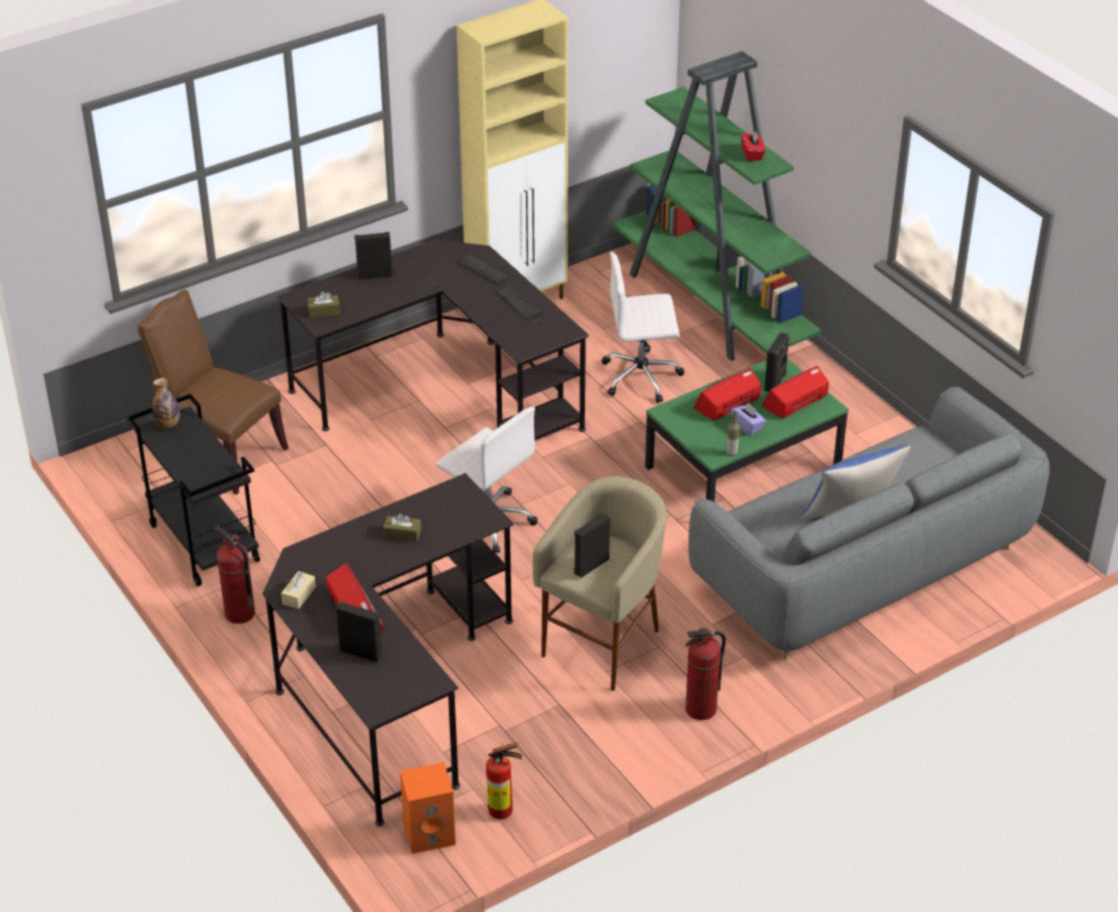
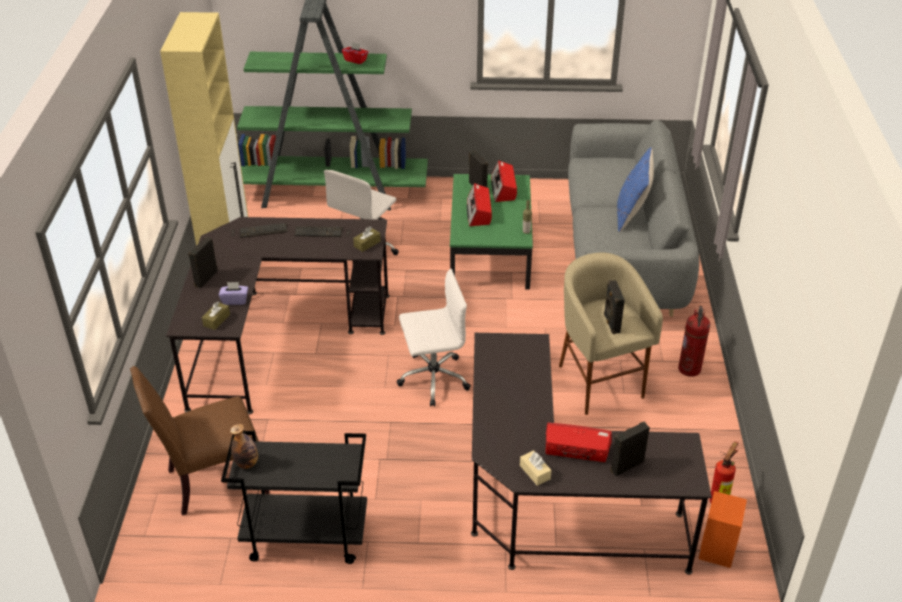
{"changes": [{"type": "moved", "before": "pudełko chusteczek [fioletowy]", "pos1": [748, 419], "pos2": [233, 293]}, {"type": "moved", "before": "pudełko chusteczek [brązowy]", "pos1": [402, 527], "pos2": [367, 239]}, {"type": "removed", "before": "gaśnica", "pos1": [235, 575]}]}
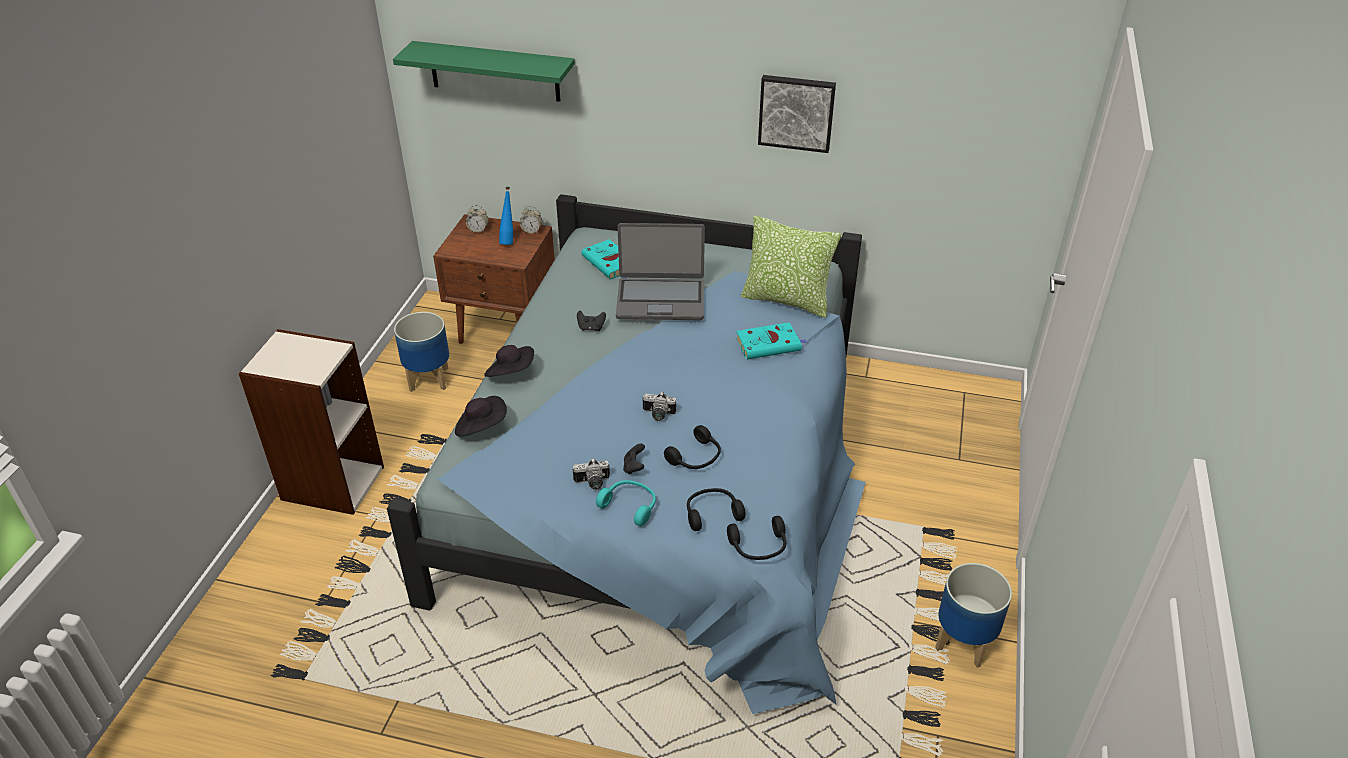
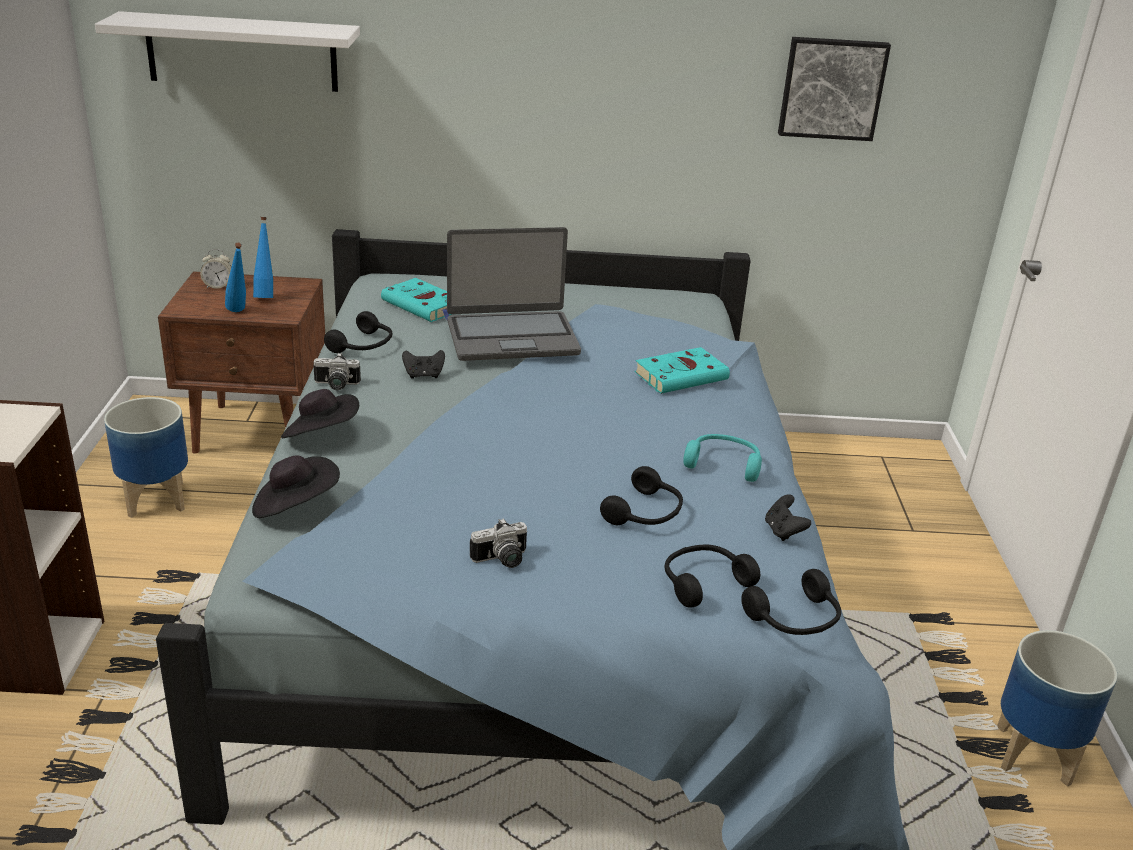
{"changes": [{"type": "recoloured", "before": "półka [zielony]", "after": "półka [biały]", "pos1": [484, 71], "pos2": [227, 51]}, {"type": "moved", "before": "obraz", "pos1": [797, 114], "pos2": [834, 89]}, {"type": "removed", "before": "budzik", "pos1": [531, 220]}, {"type": "removed", "before": "poduszka", "pos1": [791, 266]}, {"type": "moved", "before": "aparat fotograficzny", "pos1": [659, 406], "pos2": [337, 371]}, {"type": "moved", "before": "pad do gier [czarny]", "pos1": [634, 459], "pos2": [788, 517]}, {"type": "moved", "before": "słuchawki [turkusowy]", "pos1": [626, 503], "pos2": [722, 458]}, {"type": "added", "after": "butelka [niebieski]", "pos2": [235, 277]}, {"type": "added", "after": "słuchawki [czarny]", "pos2": [358, 332]}]}
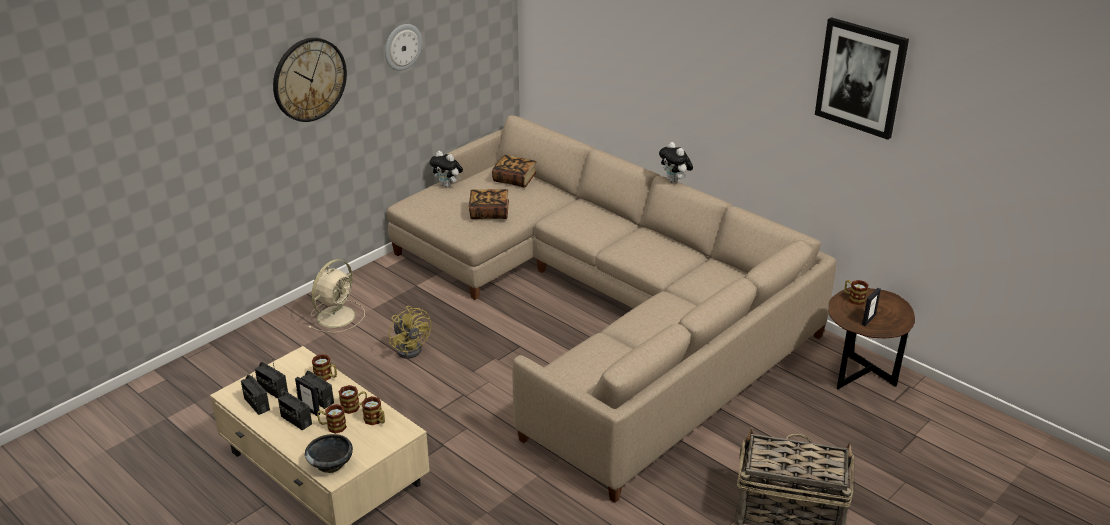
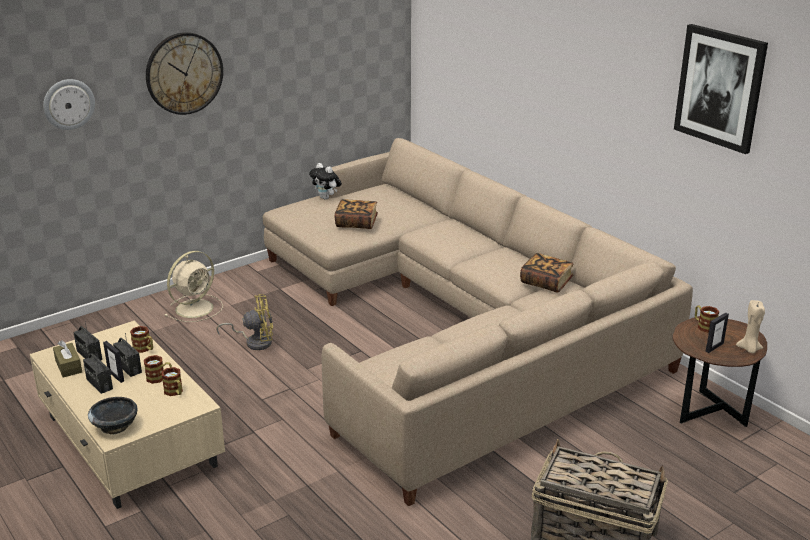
{"changes": [{"type": "moved", "before": "zegar ścienny", "pos1": [403, 47], "pos2": [69, 104]}, {"type": "removed", "before": "pluszak", "pos1": [676, 162]}, {"type": "moved", "before": "książka", "pos1": [514, 171], "pos2": [546, 273]}, {"type": "turned", "before": "wentylator [żółty]", "pos1": [410, 332], "pos2": [244, 322], "turn": -75}, {"type": "replaced", "before": "radio", "after": "pudełko chusteczek [brązowy]", "pos1": [255, 394], "pos2": [67, 359]}, {"type": "removed", "before": "kubek", "pos1": [332, 419]}, {"type": "added", "after": "świeca [beżowy]", "pos2": [750, 326]}]}
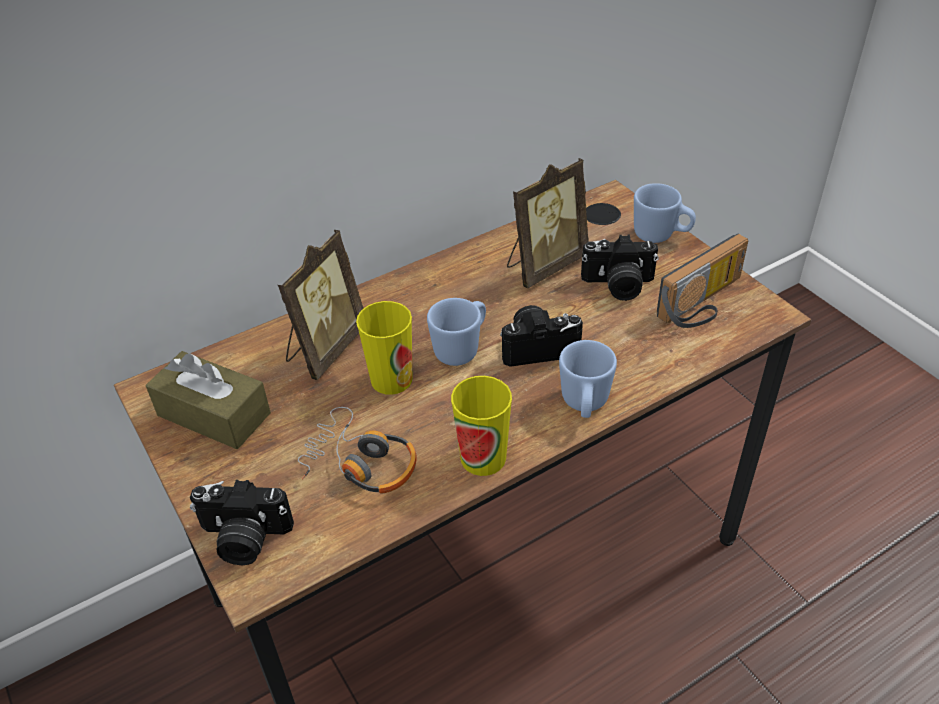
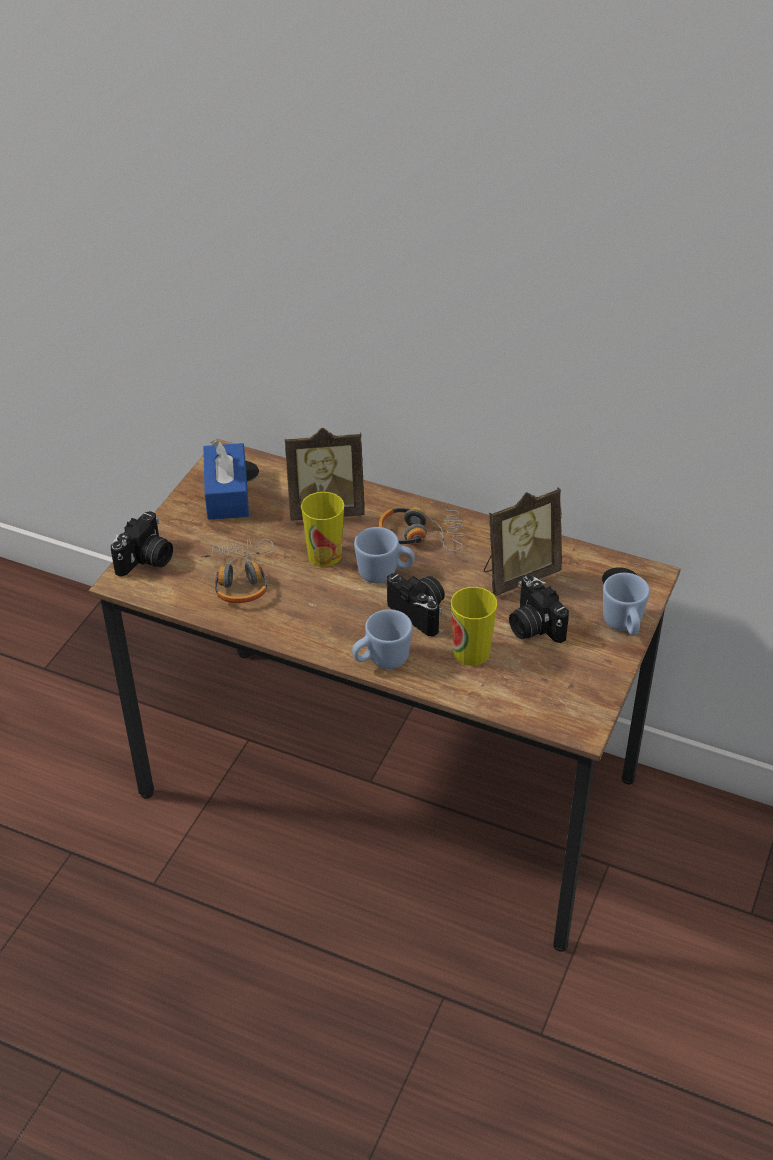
{"changes": [{"type": "turned", "before": "ramka na zdjęcie", "pos1": [548, 223], "pos2": [523, 541], "turn": -45}, {"type": "removed", "before": "radio", "pos1": [702, 280]}, {"type": "recoloured", "before": "pudełko chusteczek [brązowy]", "after": "pudełko chusteczek [niebieski]", "pos1": [208, 400], "pos2": [226, 480]}, {"type": "moved", "before": "filiżanka", "pos1": [481, 426], "pos2": [474, 626]}, {"type": "turned", "before": "aparat fotograficzny", "pos1": [242, 522], "pos2": [142, 544], "turn": -120}, {"type": "added", "after": "słuchawki", "pos2": [421, 527]}]}
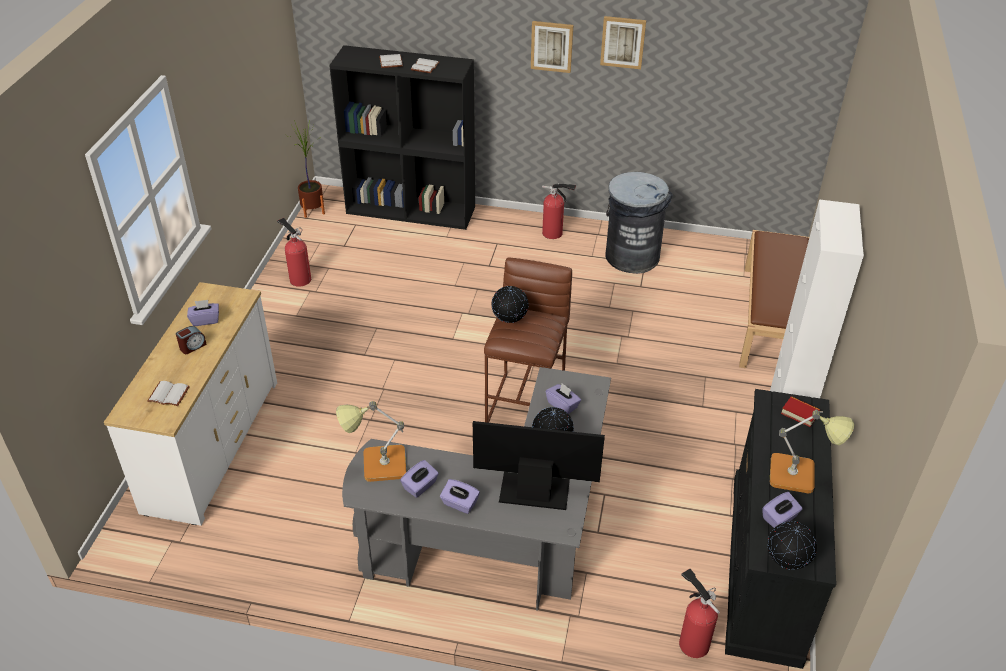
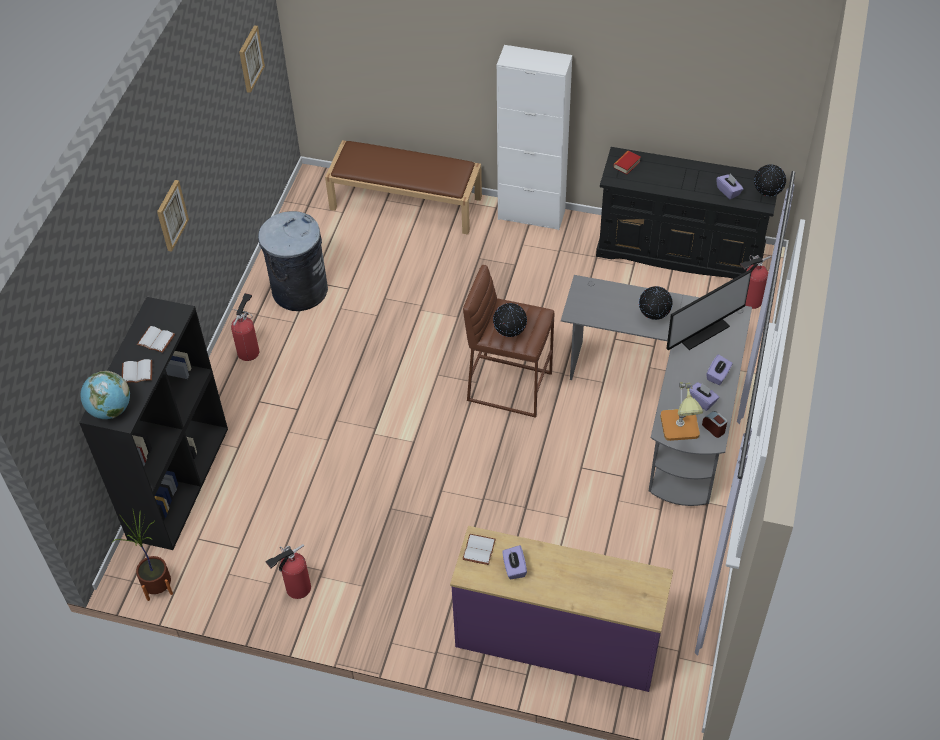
{"changes": [{"type": "moved", "before": "obraz", "pos1": [623, 42], "pos2": [252, 59]}, {"type": "recoloured", "before": "komoda [biały]", "after": "komoda [fioletowy]", "pos1": [190, 404], "pos2": [561, 609]}, {"type": "moved", "before": "budzik", "pos1": [191, 340], "pos2": [714, 424]}, {"type": "moved", "before": "książka [biały]", "pos1": [168, 393], "pos2": [479, 549]}, {"type": "removed", "before": "pudełko chusteczek [fioletowy]", "pos1": [563, 398]}, {"type": "removed", "before": "lampa stołowa", "pos1": [812, 451]}, {"type": "turned", "before": "monitor", "pos1": [539, 465], "pos2": [709, 310], "turn": -135}, {"type": "added", "after": "globus", "pos2": [105, 395]}]}
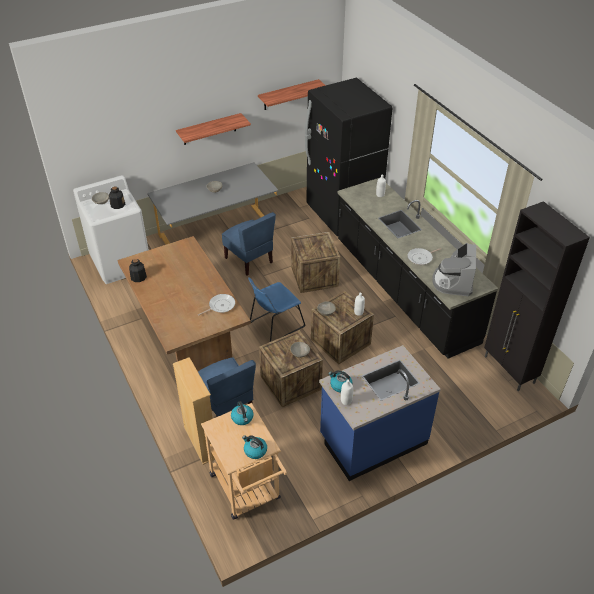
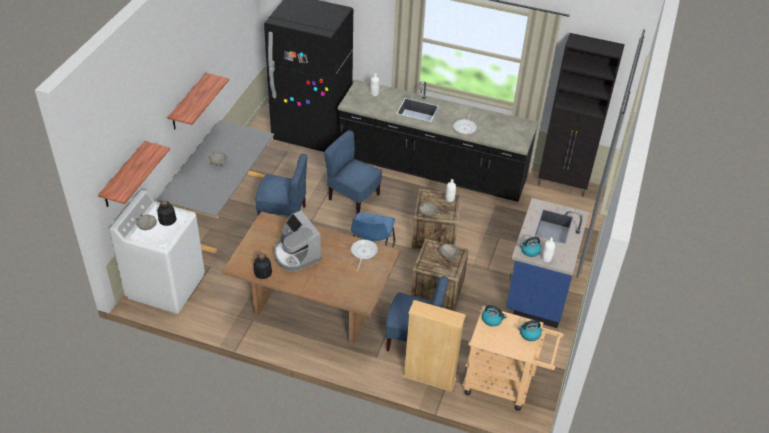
{"changes": [{"type": "moved", "before": "półka", "pos1": [292, 94], "pos2": [134, 174]}, {"type": "replaced", "before": "skrzynka", "after": "krzesło [niebieski]", "pos1": [315, 262], "pos2": [353, 171]}, {"type": "moved", "before": "ekspres do kawy", "pos1": [454, 269], "pos2": [298, 241]}]}
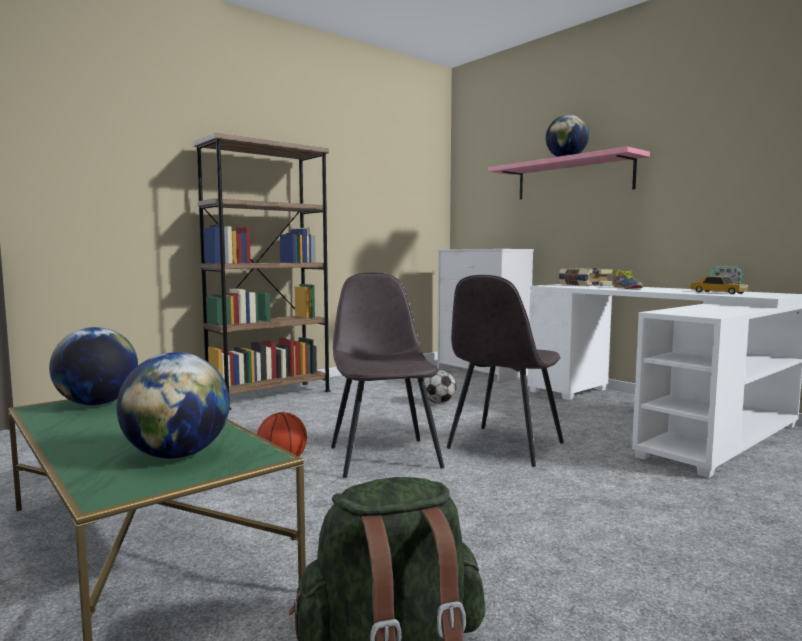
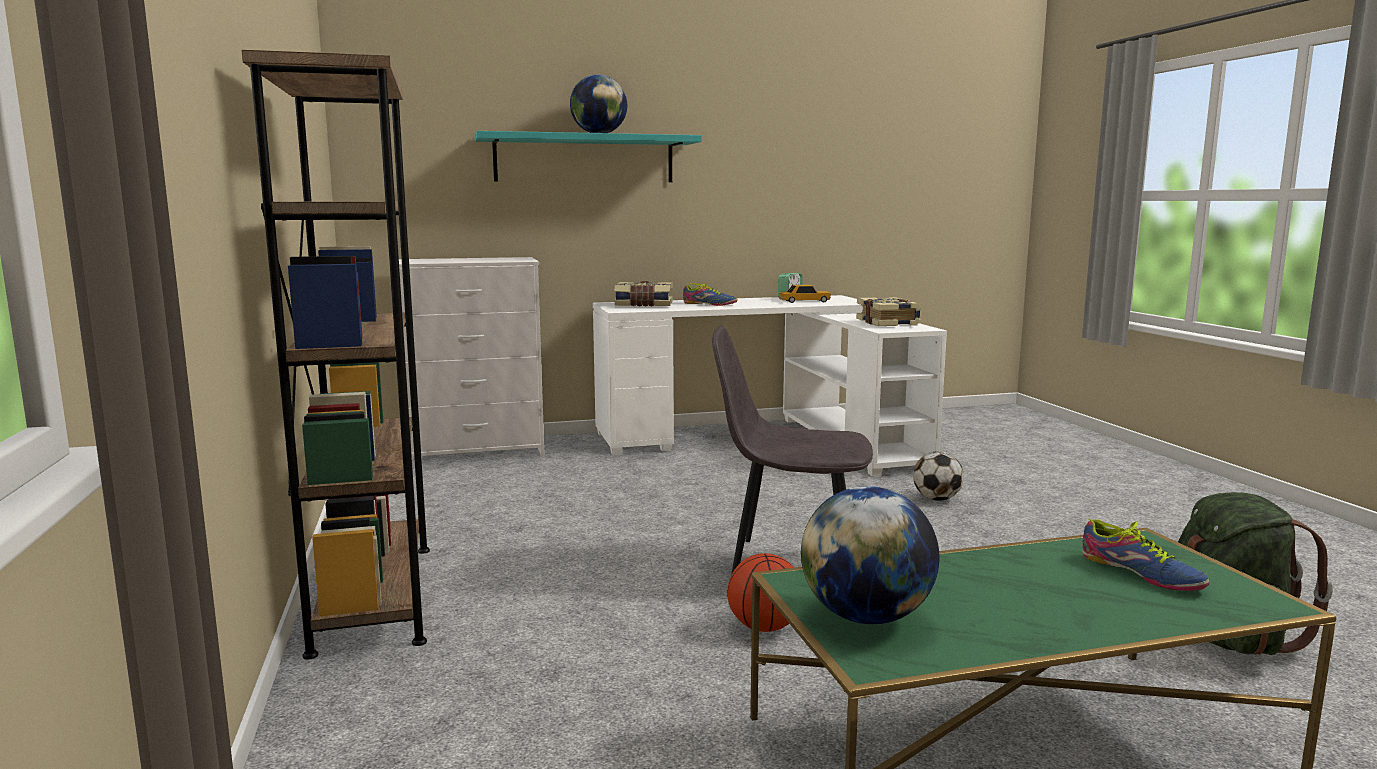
{"changes": [{"type": "recoloured", "before": "półka [różowy]", "after": "półka [turkusowy]", "pos1": [569, 173], "pos2": [588, 156]}, {"type": "removed", "before": "krzesło [szary]", "pos1": [505, 371]}, {"type": "replaced", "before": "globus", "after": "but", "pos1": [173, 405], "pos2": [1145, 555]}, {"type": "moved", "before": "piłka futbolowa", "pos1": [440, 386], "pos2": [938, 476]}, {"type": "added", "after": "książka", "pos2": [888, 311]}]}
